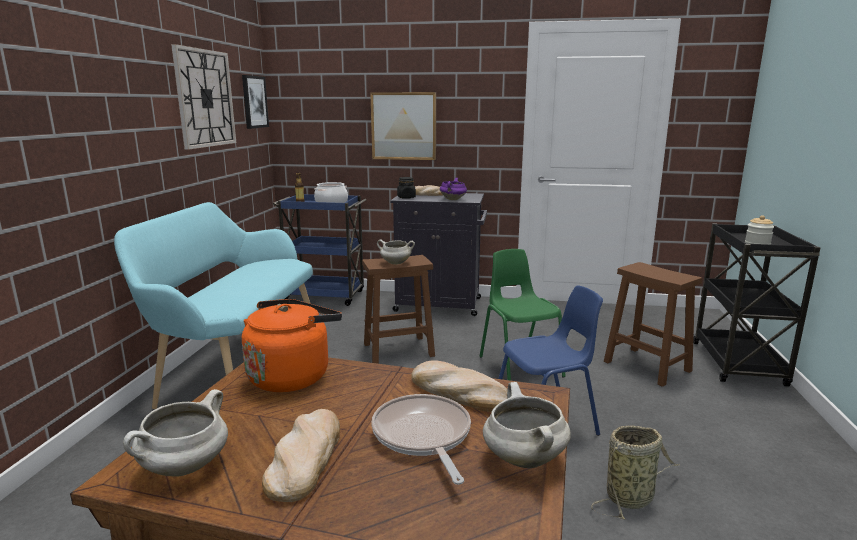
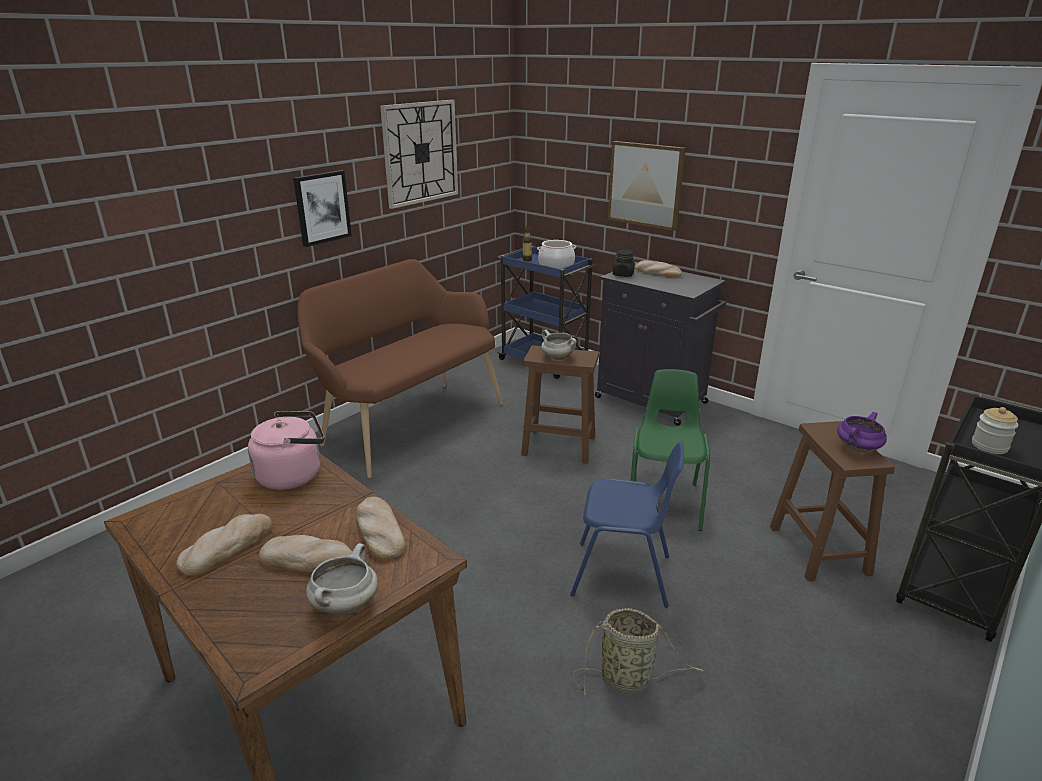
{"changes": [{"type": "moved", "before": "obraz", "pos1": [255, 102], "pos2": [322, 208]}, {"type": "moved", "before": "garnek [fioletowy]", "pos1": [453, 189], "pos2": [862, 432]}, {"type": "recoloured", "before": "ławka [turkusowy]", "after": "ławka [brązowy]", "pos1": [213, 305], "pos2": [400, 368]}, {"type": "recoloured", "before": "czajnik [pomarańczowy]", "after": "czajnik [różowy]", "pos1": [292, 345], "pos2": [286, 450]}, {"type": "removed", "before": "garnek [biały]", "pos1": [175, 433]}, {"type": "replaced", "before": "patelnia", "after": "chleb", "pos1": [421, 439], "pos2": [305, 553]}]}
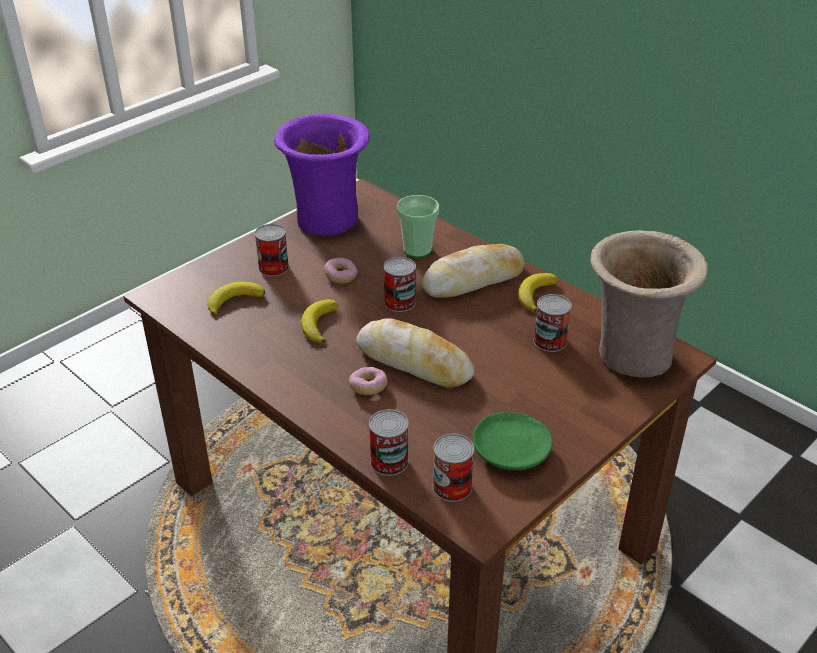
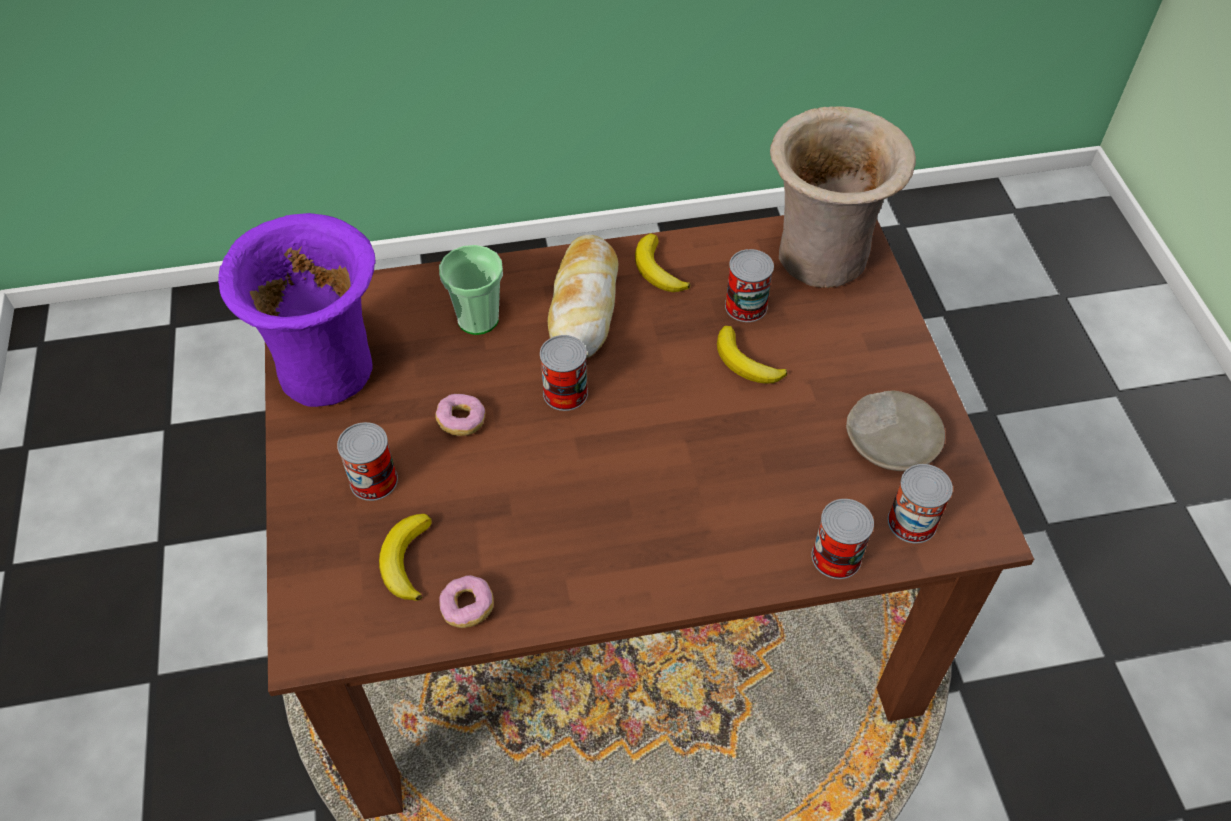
{"changes": [{"type": "moved", "before": "banan", "pos1": [319, 321], "pos2": [752, 355]}, {"type": "removed", "before": "chleb", "pos1": [415, 353]}, {"type": "moved", "before": "donut", "pos1": [368, 381], "pos2": [466, 601]}, {"type": "recoloured", "before": "talerz [zielony]", "after": "talerz [beżowy]", "pos1": [512, 441], "pos2": [895, 431]}]}
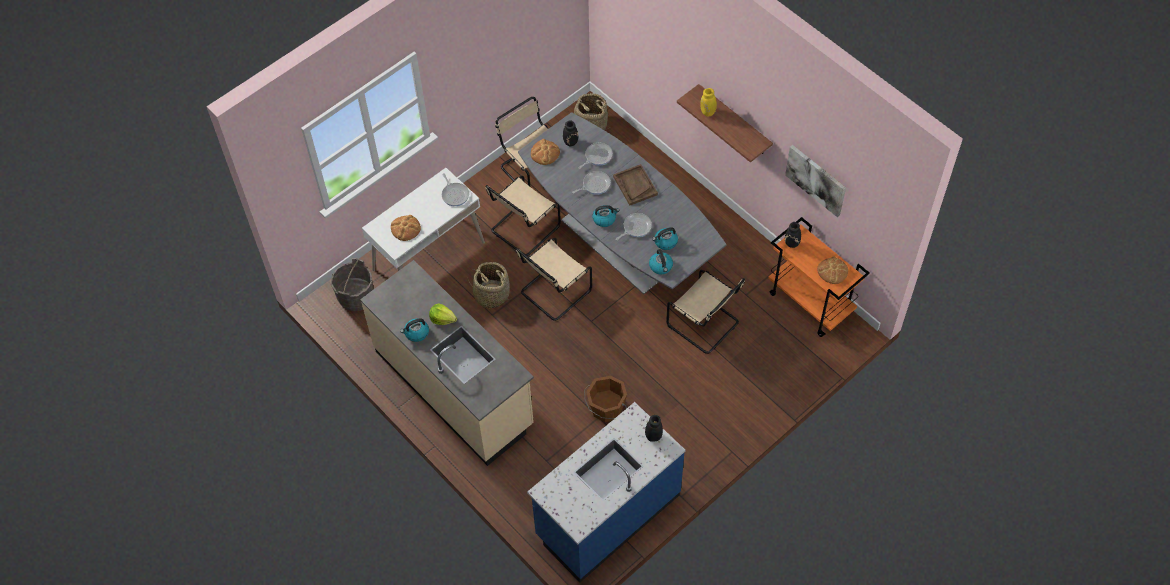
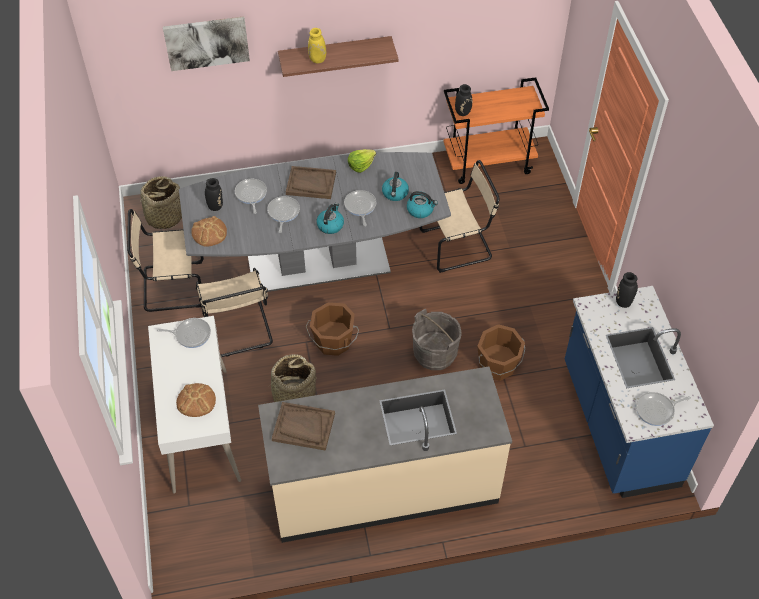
{"changes": [{"type": "moved", "before": "obraz", "pos1": [815, 181], "pos2": [206, 44]}, {"type": "replaced", "before": "krzesło [beżowy]", "after": "wiadro [brązowy]", "pos1": [554, 279], "pos2": [332, 329]}, {"type": "removed", "before": "chleb", "pos1": [832, 270]}, {"type": "moved", "before": "wiadro [szary]", "pos1": [352, 284], "pos2": [437, 339]}, {"type": "moved", "before": "sałata", "pos1": [443, 314], "pos2": [362, 161]}, {"type": "removed", "before": "czajnik", "pos1": [414, 330]}, {"type": "added", "after": "patelnia", "pos2": [663, 409]}, {"type": "added", "after": "taca [brązowy]", "pos2": [303, 426]}]}
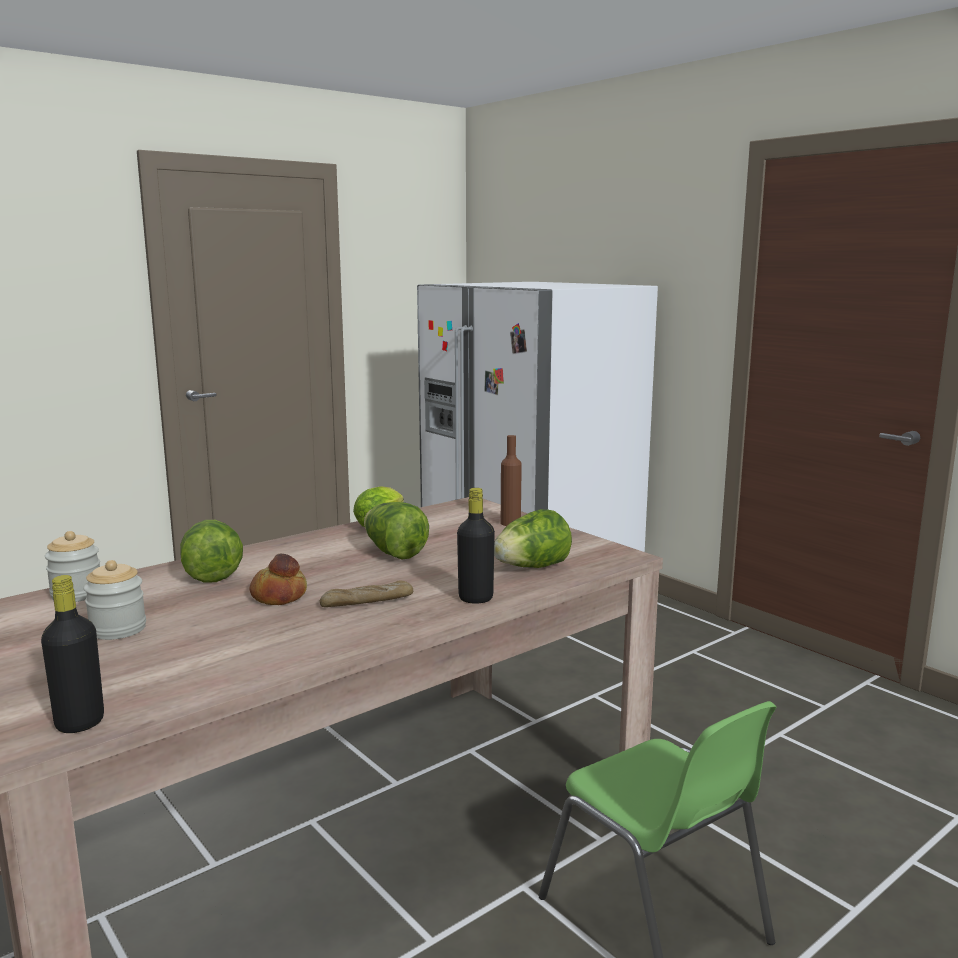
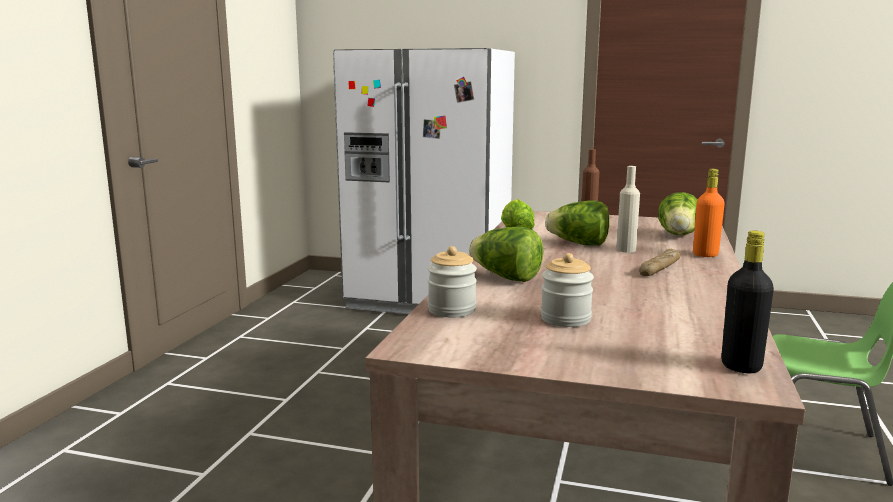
{"changes": [{"type": "recoloured", "before": "butelka [czarny]", "after": "butelka [pomarańczowy]", "pos1": [476, 546], "pos2": [709, 213]}, {"type": "removed", "before": "chleb", "pos1": [278, 579]}, {"type": "added", "after": "butelka [beżowy]", "pos2": [628, 209]}]}
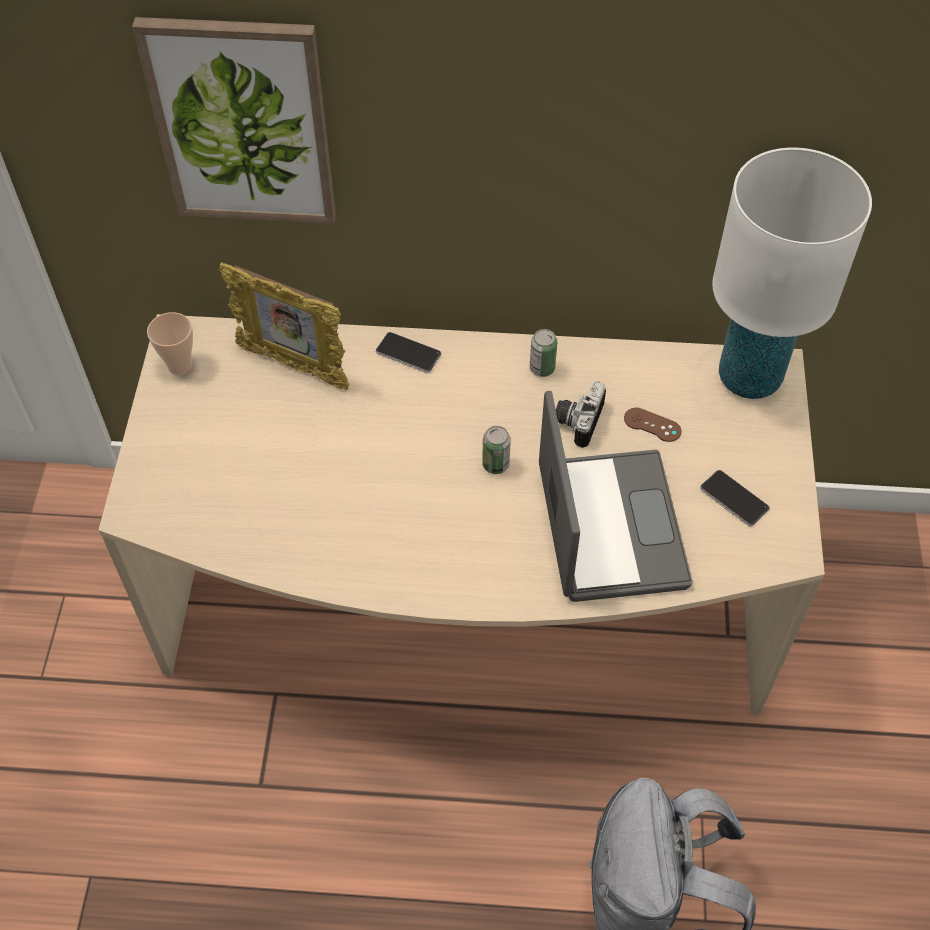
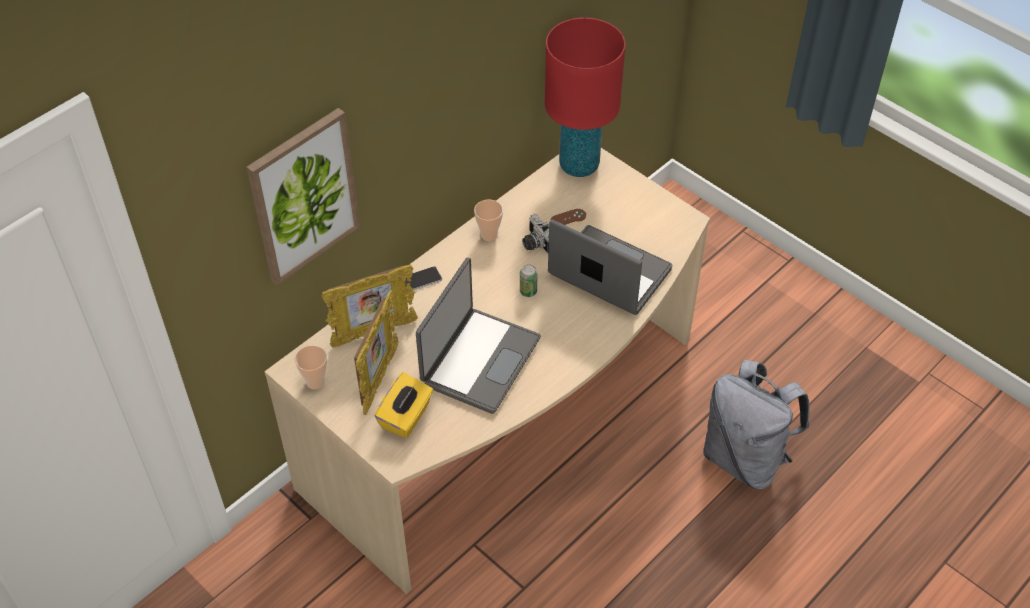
{"changes": [{"type": "recoloured", "before": "lampa stołowa [biały]", "after": "lampa stołowa [czerwony]", "pos1": [792, 273], "pos2": [585, 97]}, {"type": "replaced", "before": "puszka", "after": "filiżanka", "pos1": [543, 353], "pos2": [488, 220]}, {"type": "removed", "before": "telefon", "pos1": [735, 498]}, {"type": "added", "after": "laptop", "pos2": [478, 335]}, {"type": "added", "after": "ramka na zdjęcie", "pos2": [376, 352]}, {"type": "added", "after": "pudełko chusteczek [żółty]", "pos2": [404, 405]}]}
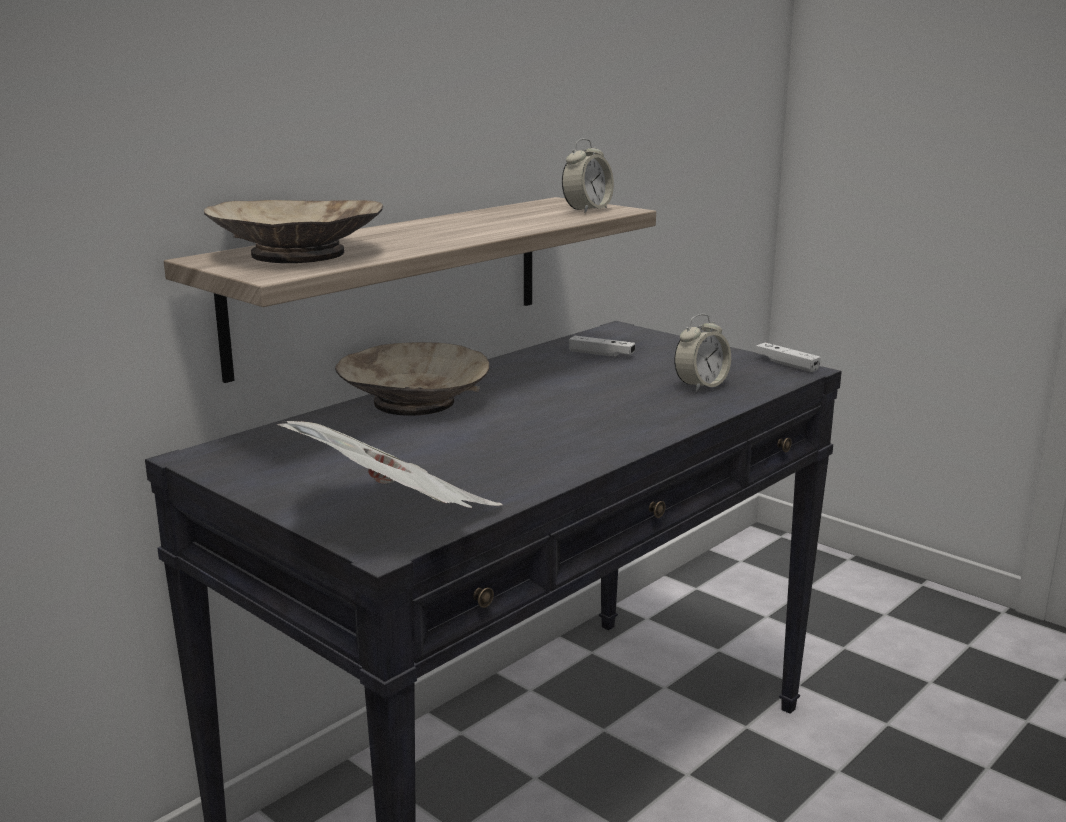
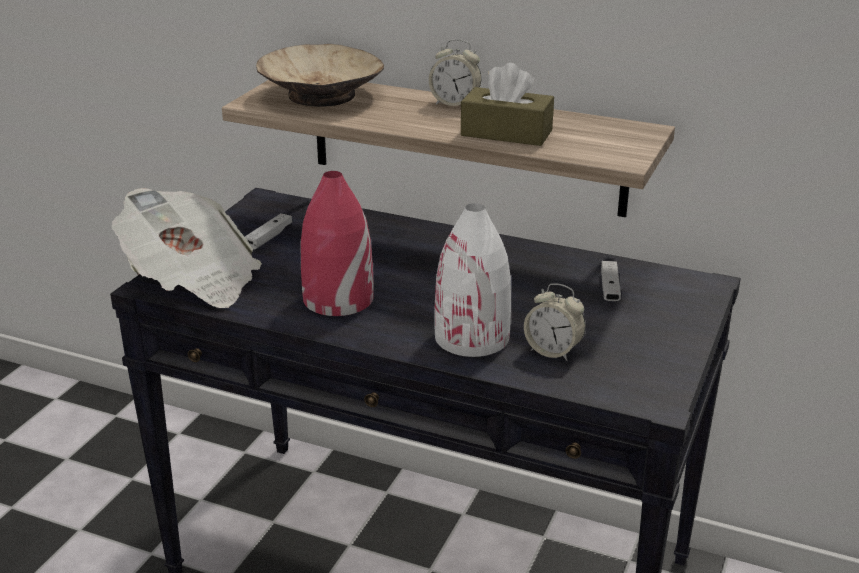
{"changes": [{"type": "moved", "before": "budzik", "pos1": [588, 175], "pos2": [455, 72]}, {"type": "removed", "before": "miska [beżowy]", "pos1": [412, 379]}, {"type": "moved", "before": "pad do gier [biały]", "pos1": [788, 357], "pos2": [268, 231]}, {"type": "added", "after": "pudełko chusteczek [brązowy]", "pos2": [507, 104]}, {"type": "added", "after": "wazon [czerwony]", "pos2": [337, 243]}, {"type": "added", "after": "wazon [biały]", "pos2": [472, 280]}]}
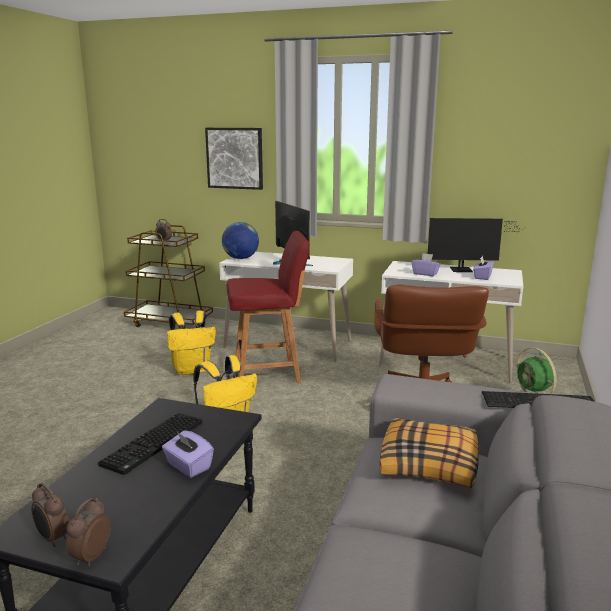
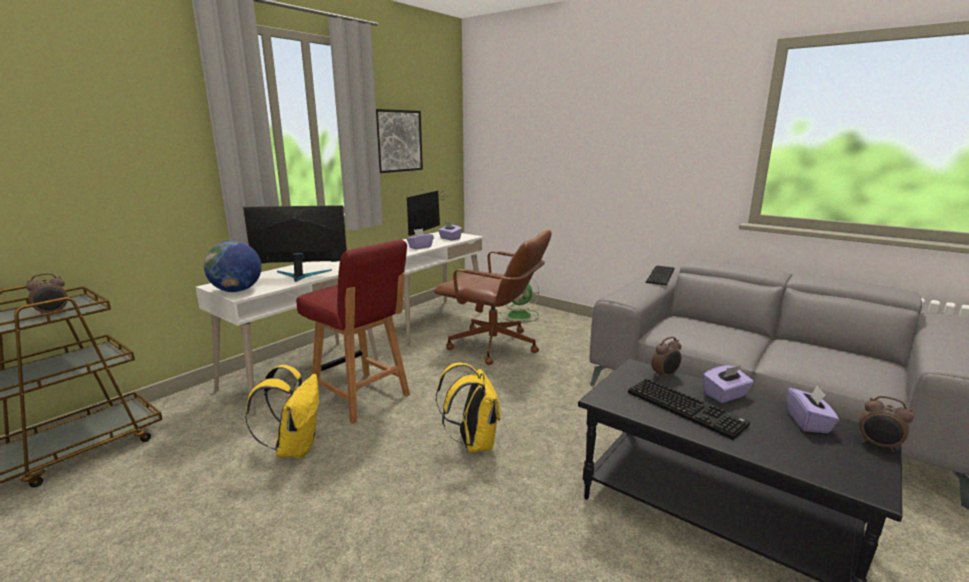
{"changes": [{"type": "moved", "before": "obraz", "pos1": [234, 159], "pos2": [399, 141]}, {"type": "turned", "before": "krzesło [czerwony]", "pos1": [268, 307], "pos2": [353, 332], "turn": 120}, {"type": "removed", "before": "poduszka", "pos1": [429, 452]}, {"type": "moved", "before": "budzik", "pos1": [50, 515], "pos2": [666, 358]}, {"type": "added", "after": "pudełko chusteczek [fioletowy]", "pos2": [813, 409]}]}
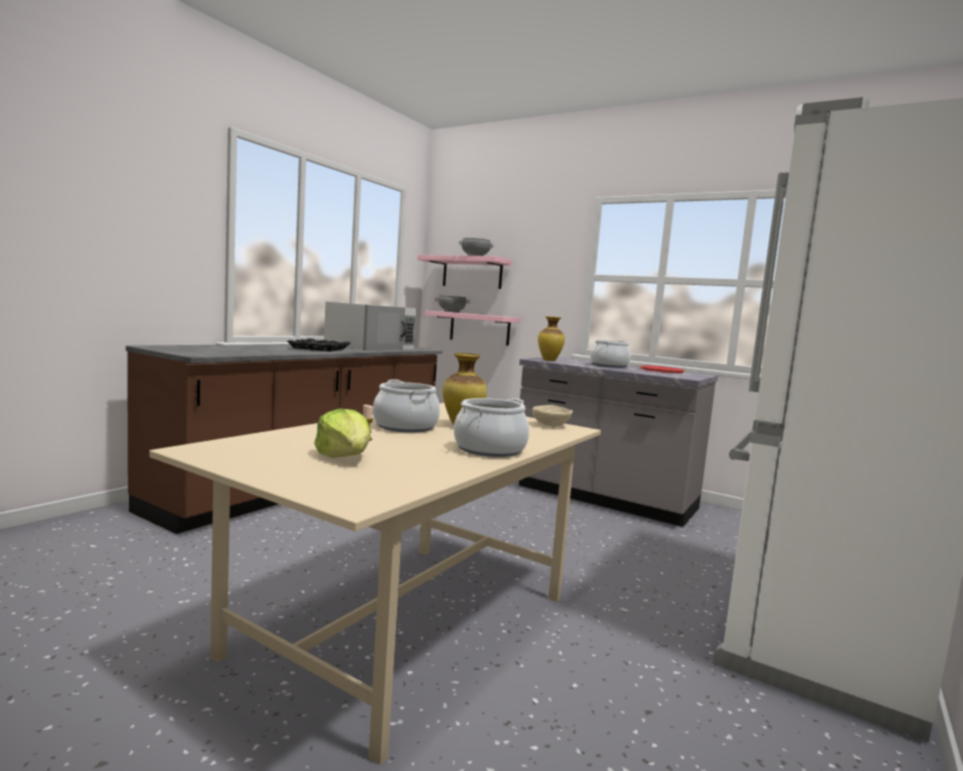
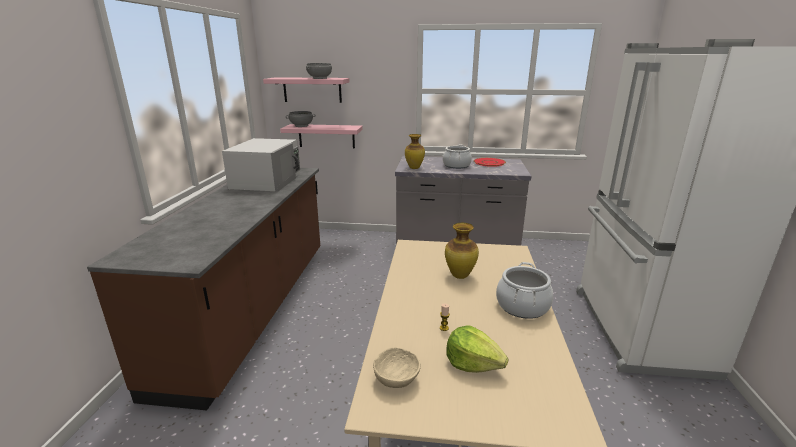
{"changes": [{"type": "removed", "before": "taca [czarny]", "pos1": [318, 344]}, {"type": "removed", "before": "garnek", "pos1": [406, 406]}, {"type": "moved", "before": "miska [beżowy]", "pos1": [552, 416], "pos2": [397, 368]}]}
